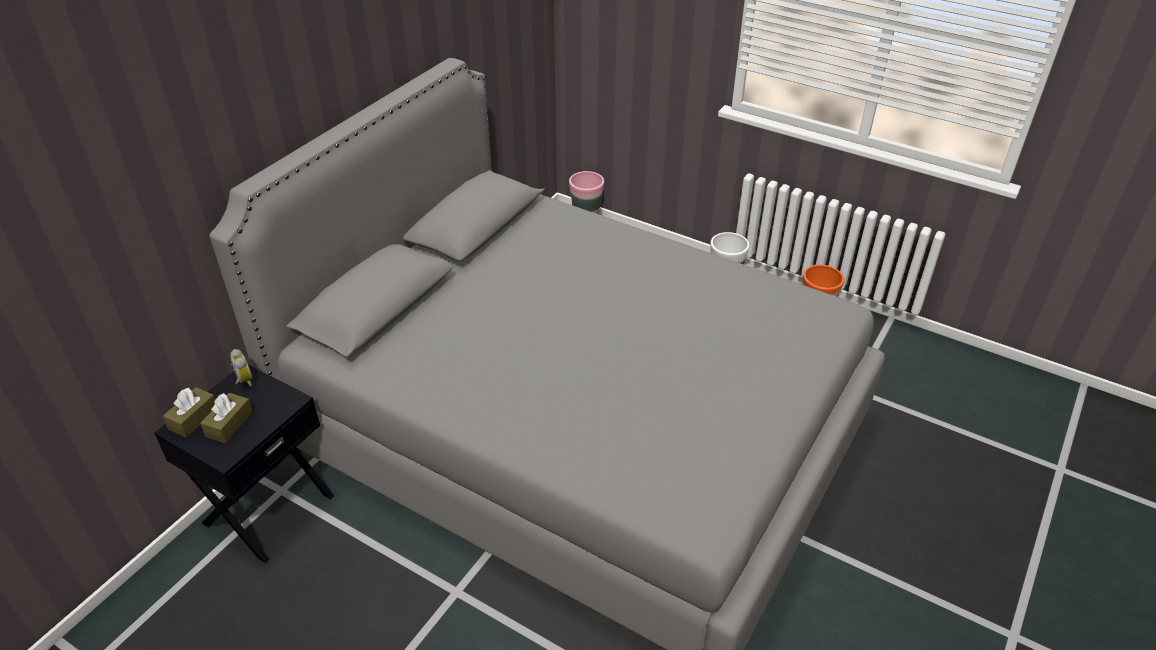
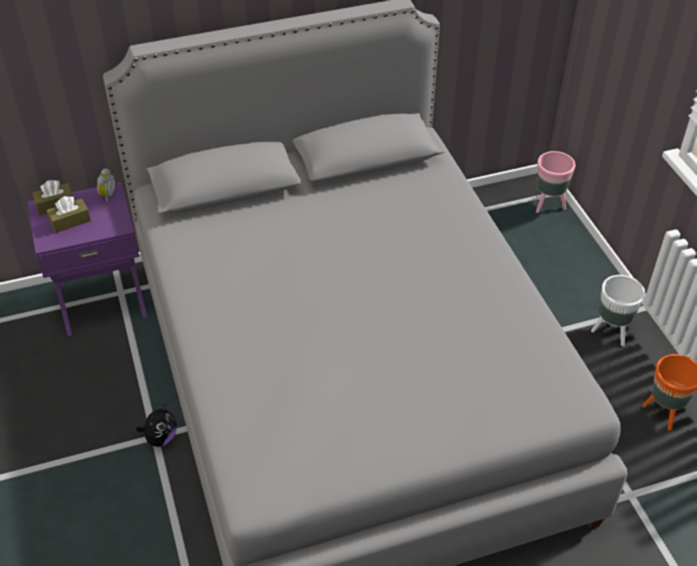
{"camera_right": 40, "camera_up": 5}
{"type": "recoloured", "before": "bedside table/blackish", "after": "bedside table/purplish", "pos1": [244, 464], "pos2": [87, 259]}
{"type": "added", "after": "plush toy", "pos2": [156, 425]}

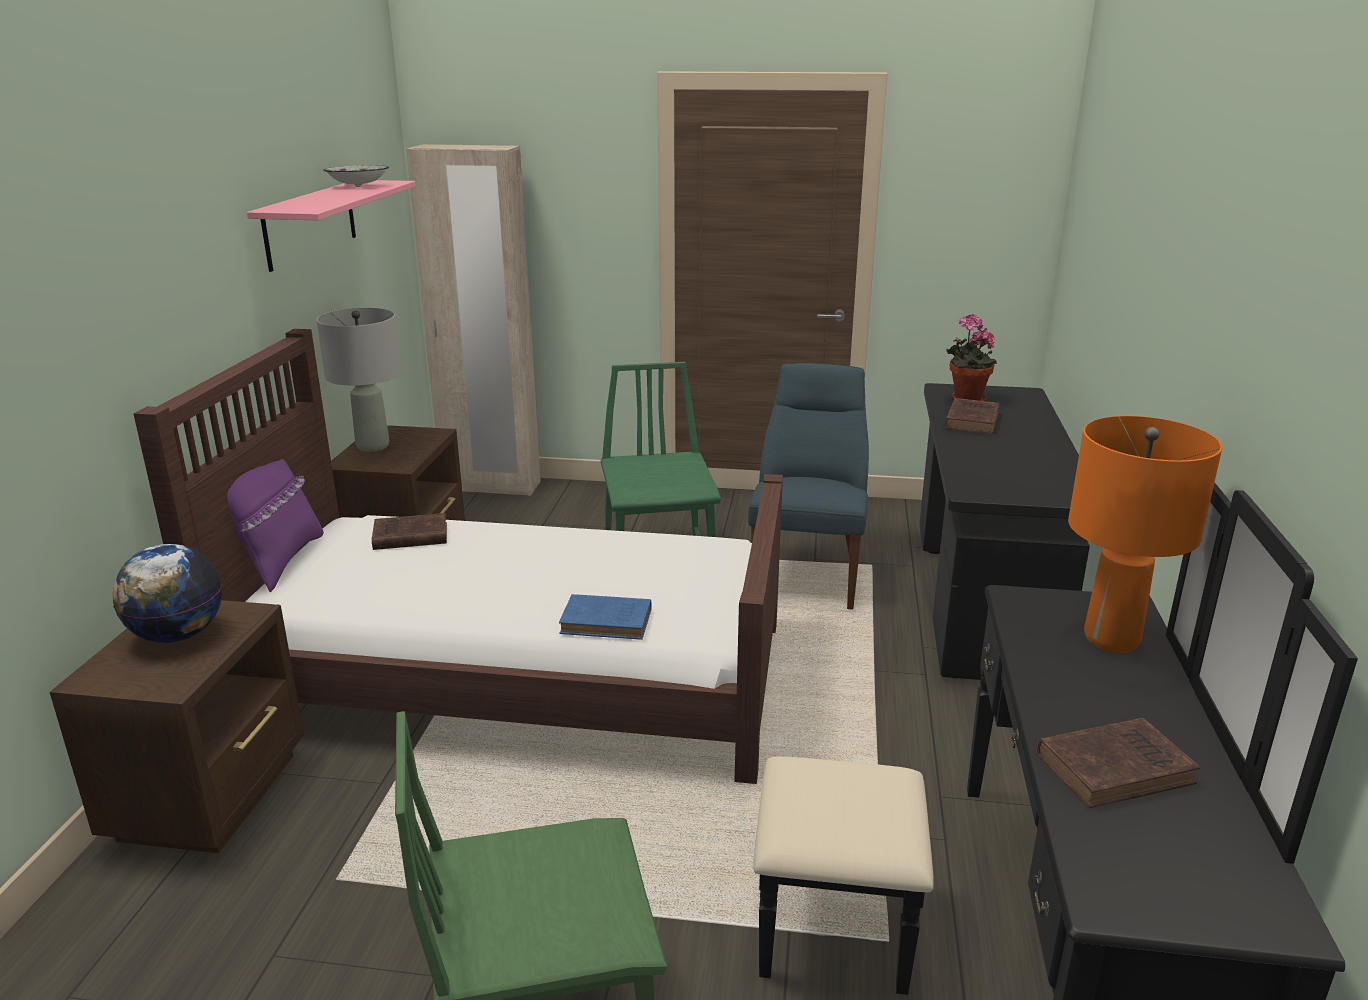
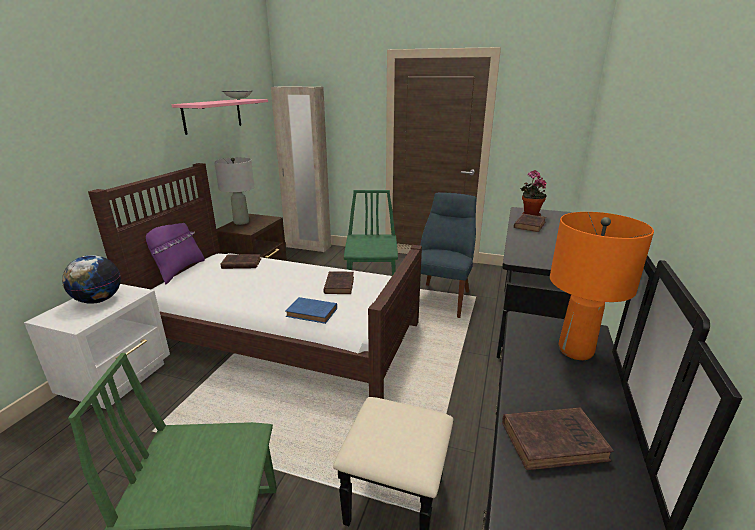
{"camera_right": 10, "camera_up": 0}
{"type": "recoloured", "before": "bedside table/brown", "after": "bedside table/white-coloured", "pos1": [177, 726], "pos2": [97, 346]}
{"type": "added", "after": "bound book/brown", "pos2": [338, 282]}

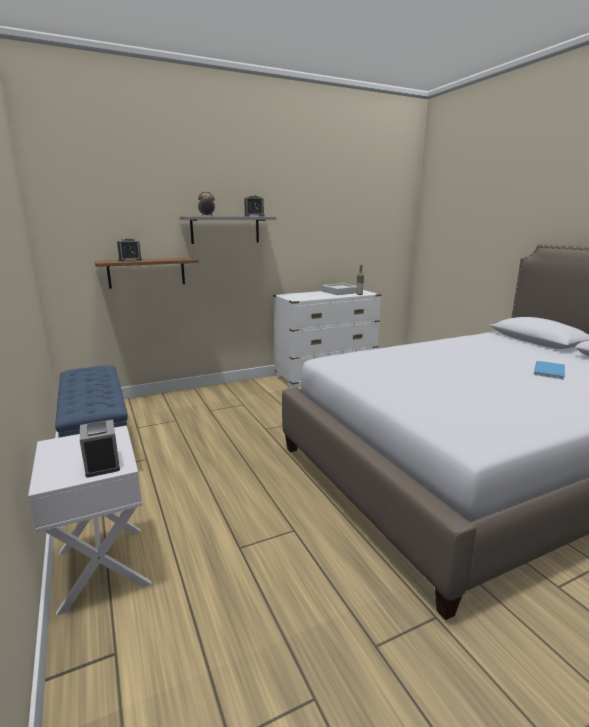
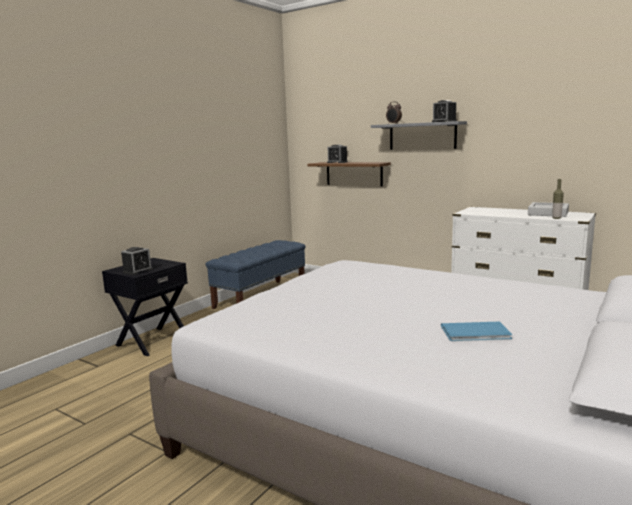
{"camera_right": 60, "camera_up": -5}
{"type": "recoloured", "before": "bedside table/white-coloured", "after": "bedside table/blackish", "pos1": [90, 520], "pos2": [145, 307]}

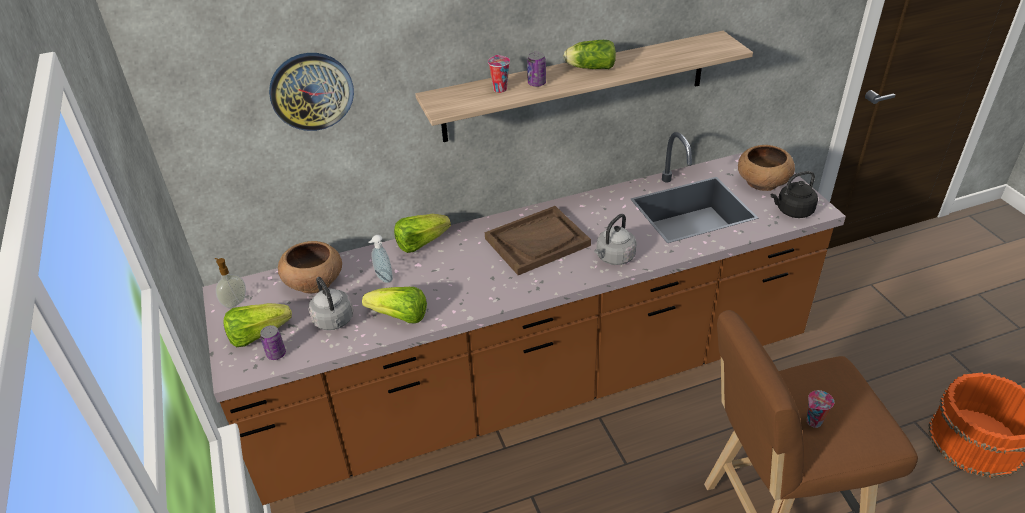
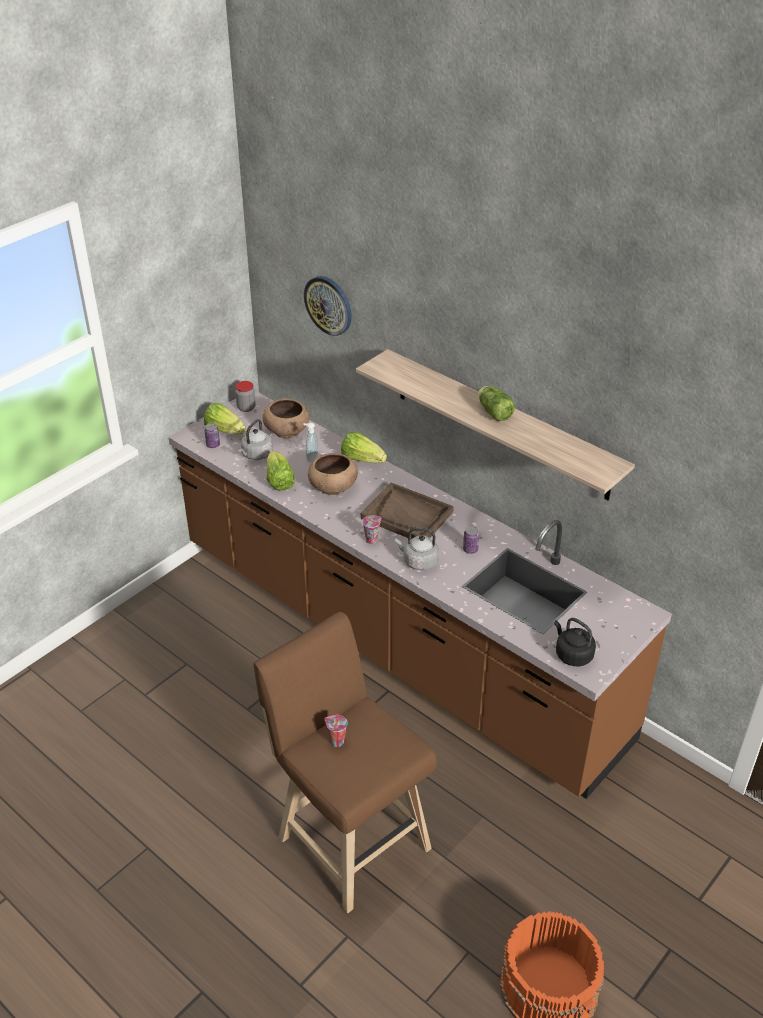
{"camera_right": 60, "camera_up": 0}
{"type": "replaced", "before": "liquid soap bottle", "after": "storage jar", "pos1": [230, 283], "pos2": [245, 396]}
{"type": "moved", "before": "bowl/brown", "pos1": [766, 168], "pos2": [333, 474]}
{"type": "moved", "before": "cup", "pos1": [499, 74], "pos2": [371, 529]}
{"type": "moved", "before": "sealed can", "pos1": [536, 69], "pos2": [471, 540]}

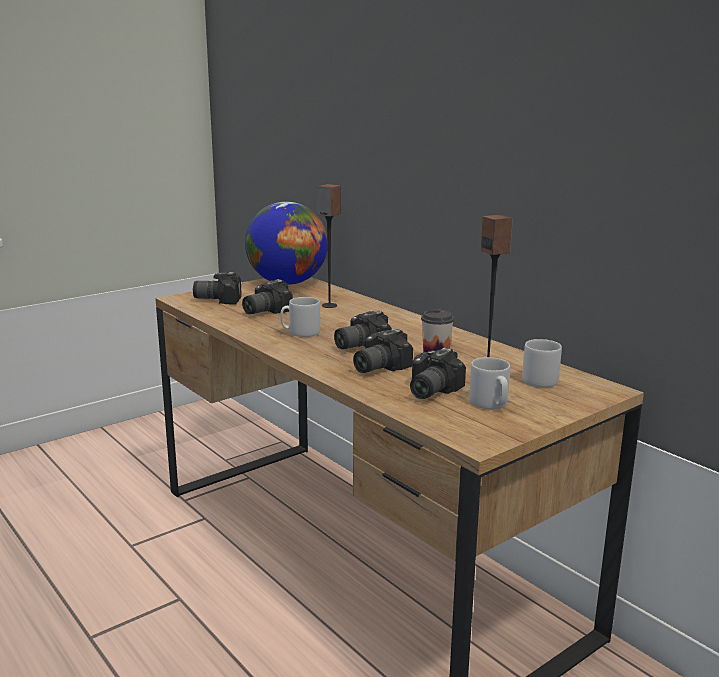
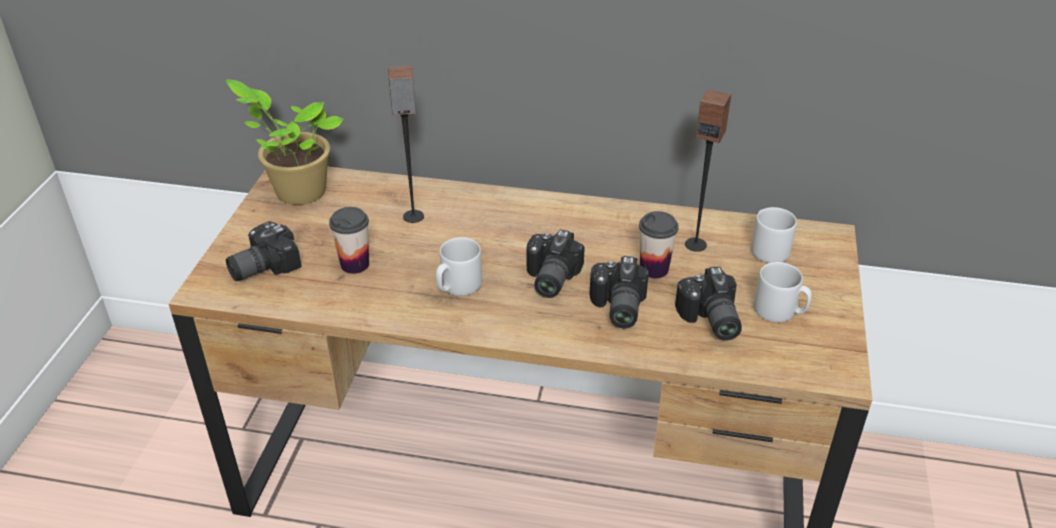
{"camera_right": -40, "camera_up": 20}
{"type": "replaced", "before": "globe", "after": "houseplant", "pos1": [286, 243], "pos2": [285, 142]}
{"type": "replaced", "before": "photo camera", "after": "cup", "pos1": [267, 296], "pos2": [349, 240]}

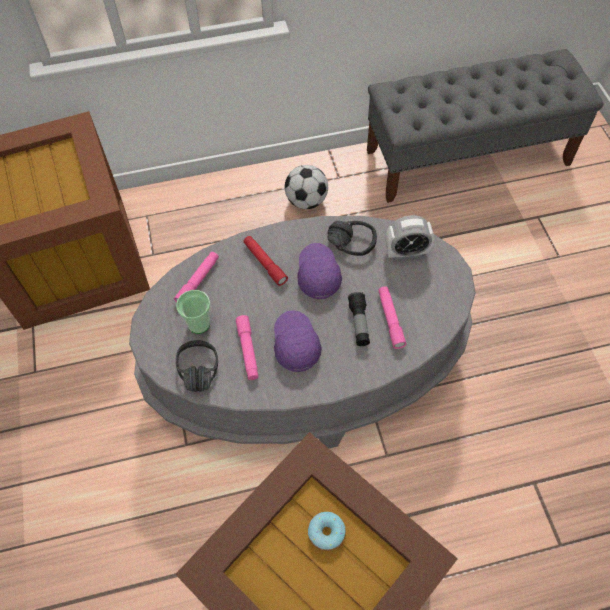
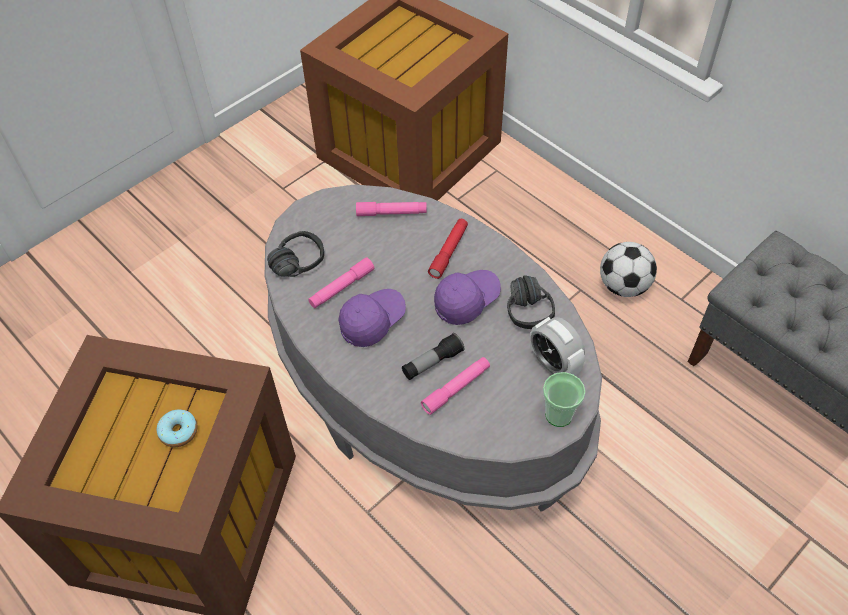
{"camera_right": 60, "camera_up": -5}
{"type": "moved", "before": "cup", "pos1": [193, 312], "pos2": [564, 399]}

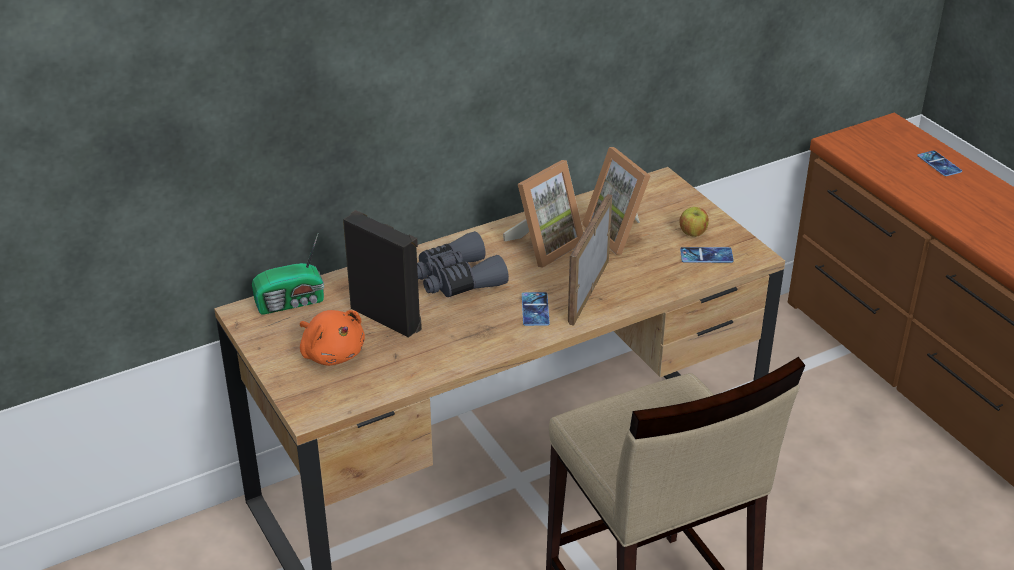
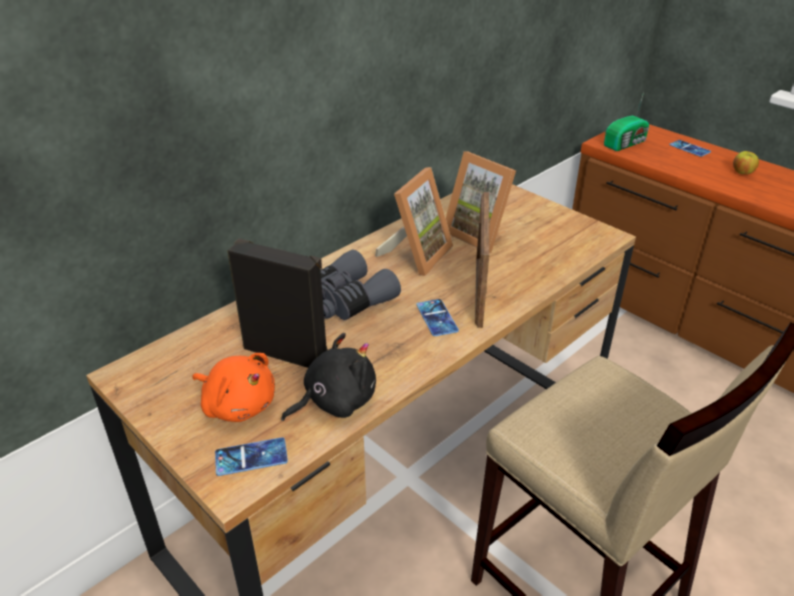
{"camera_right": -15, "camera_up": 0}
{"type": "moved", "before": "handset", "pos1": [707, 255], "pos2": [251, 456]}
{"type": "added", "after": "plush toy/blackish", "pos2": [328, 377]}
{"type": "moved", "before": "radio", "pos1": [288, 274], "pos2": [626, 121]}
{"type": "moved", "before": "whole apple", "pos1": [694, 222], "pos2": [746, 162]}

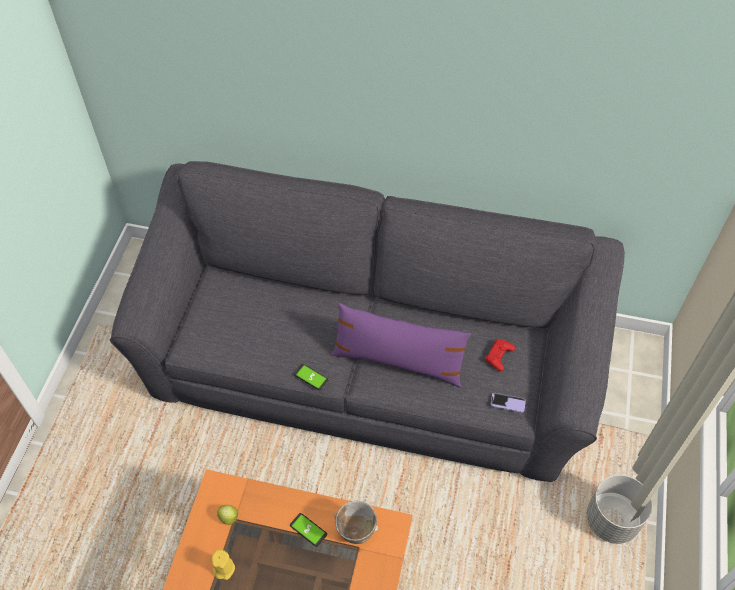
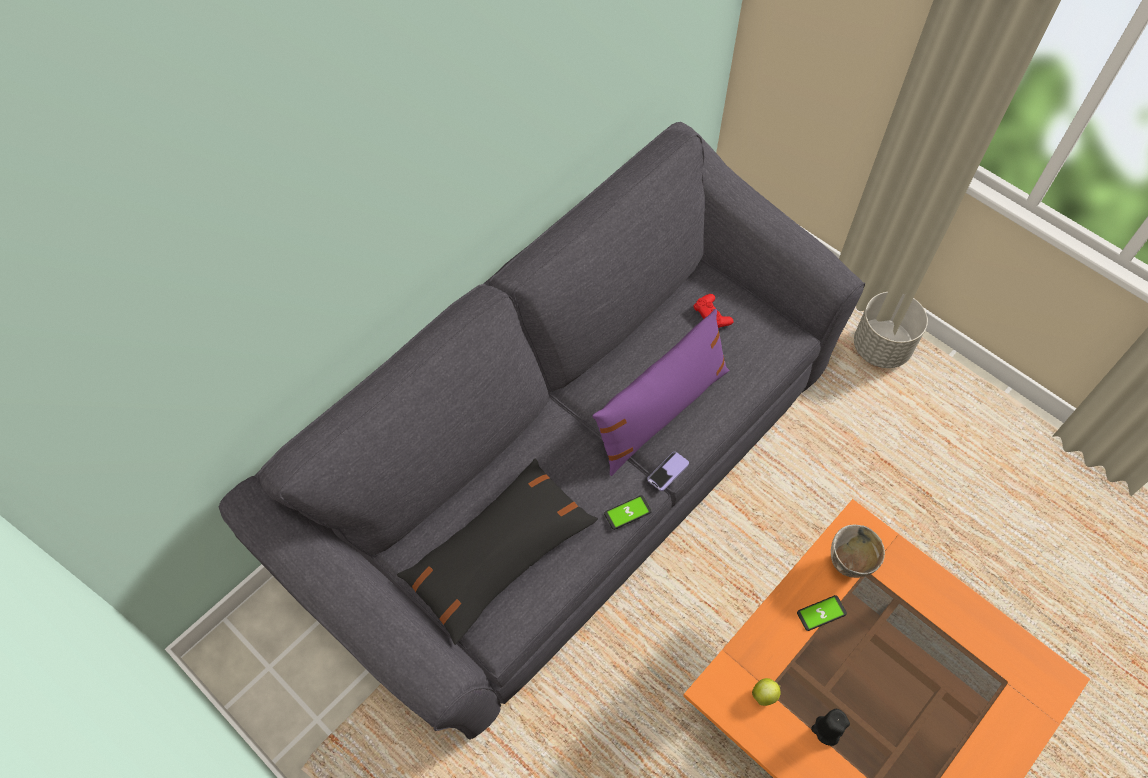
{"camera_right": -60, "camera_up": 5}
{"type": "added", "after": "throw pillow/blackish", "pos2": [497, 551]}
{"type": "moved", "before": "handset", "pos1": [508, 403], "pos2": [668, 471]}
{"type": "recoloured", "before": "wax candle/yellow-coloured", "after": "wax candle/blackish", "pos1": [223, 565], "pos2": [830, 727]}

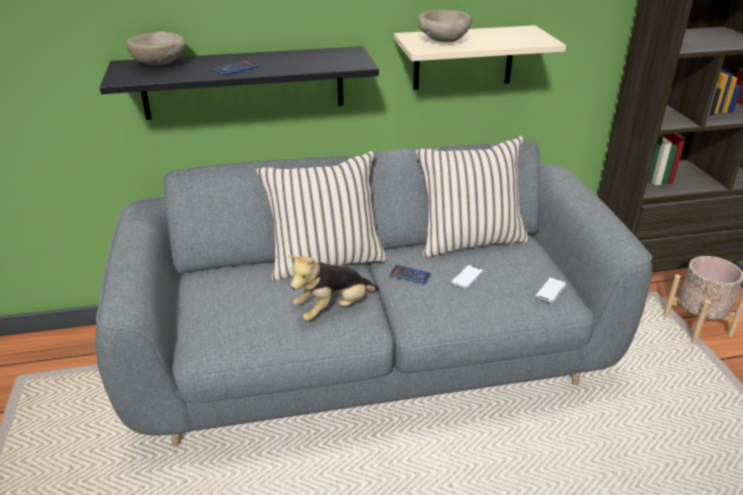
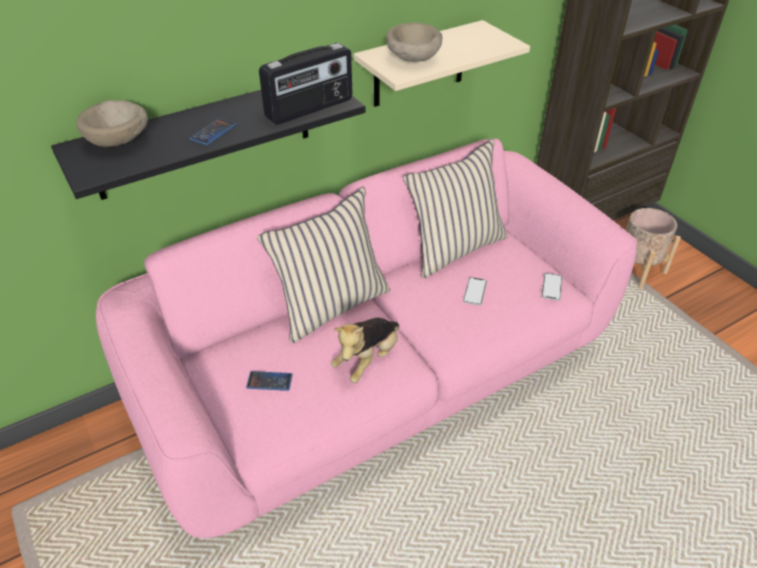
{"camera_right": -20, "camera_up": 10}
{"type": "recoloured", "before": "settee/grey", "after": "settee/pinkish", "pos1": [373, 294], "pos2": [366, 338]}
{"type": "moved", "before": "handset", "pos1": [410, 274], "pos2": [269, 381]}
{"type": "added", "after": "radio", "pos2": [305, 84]}

